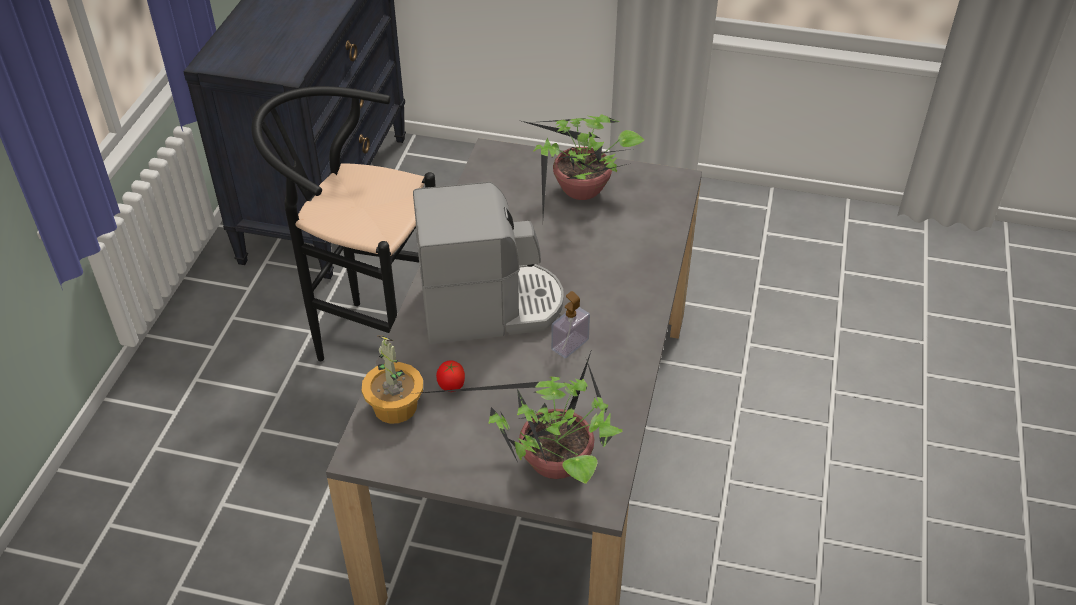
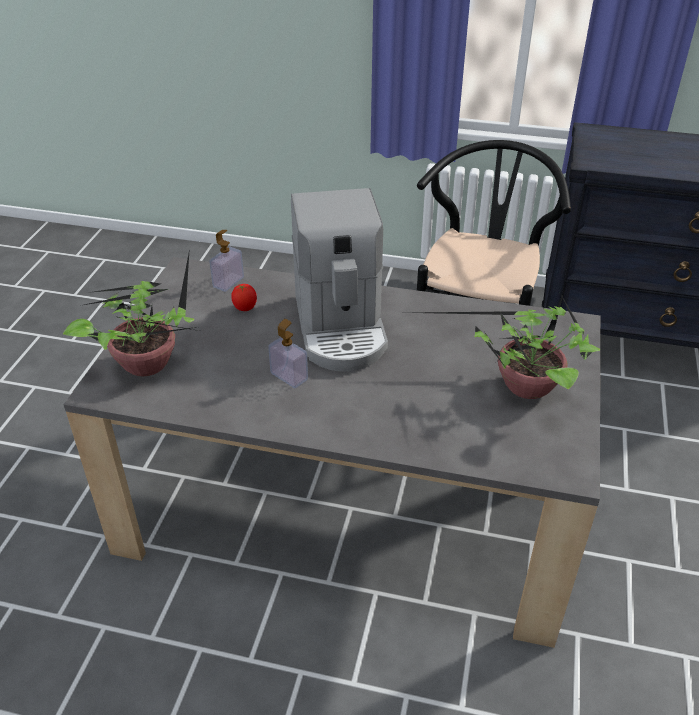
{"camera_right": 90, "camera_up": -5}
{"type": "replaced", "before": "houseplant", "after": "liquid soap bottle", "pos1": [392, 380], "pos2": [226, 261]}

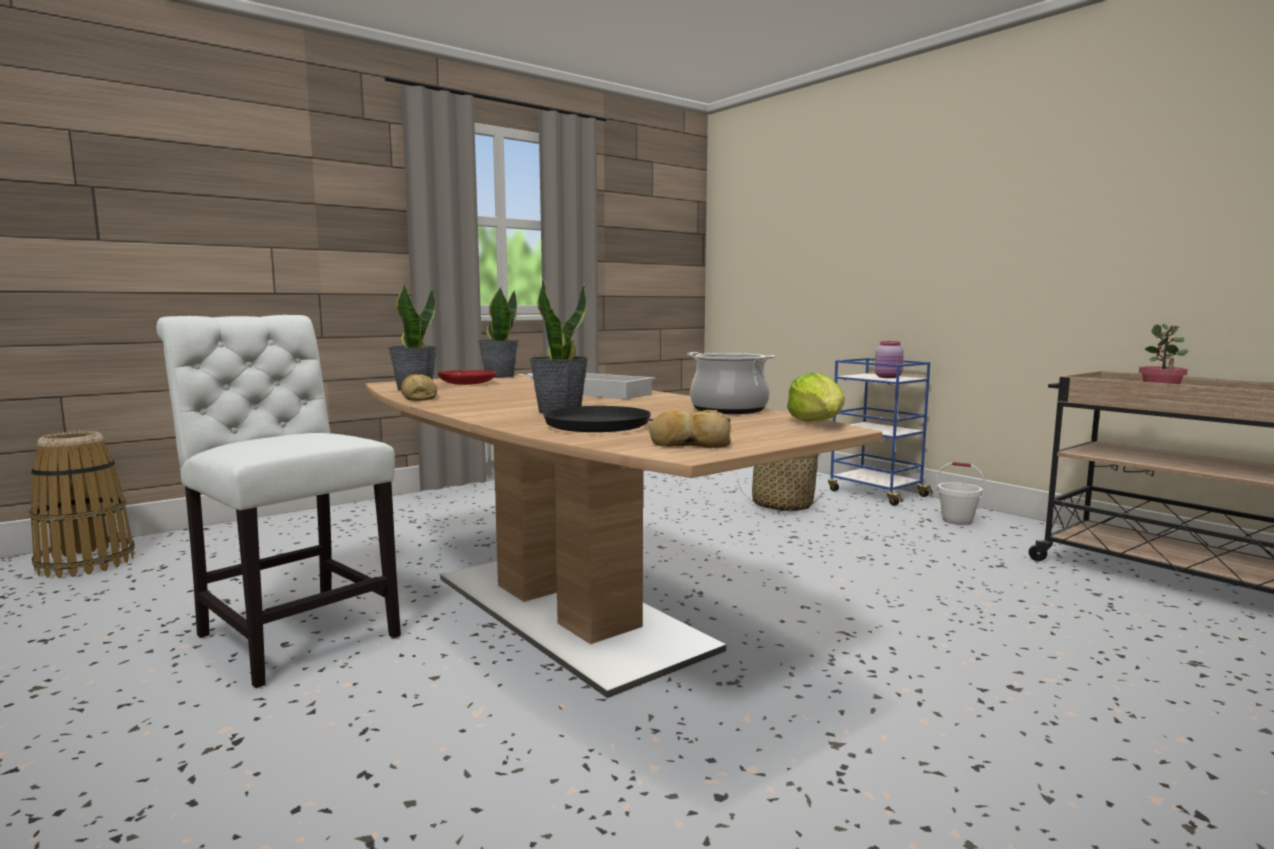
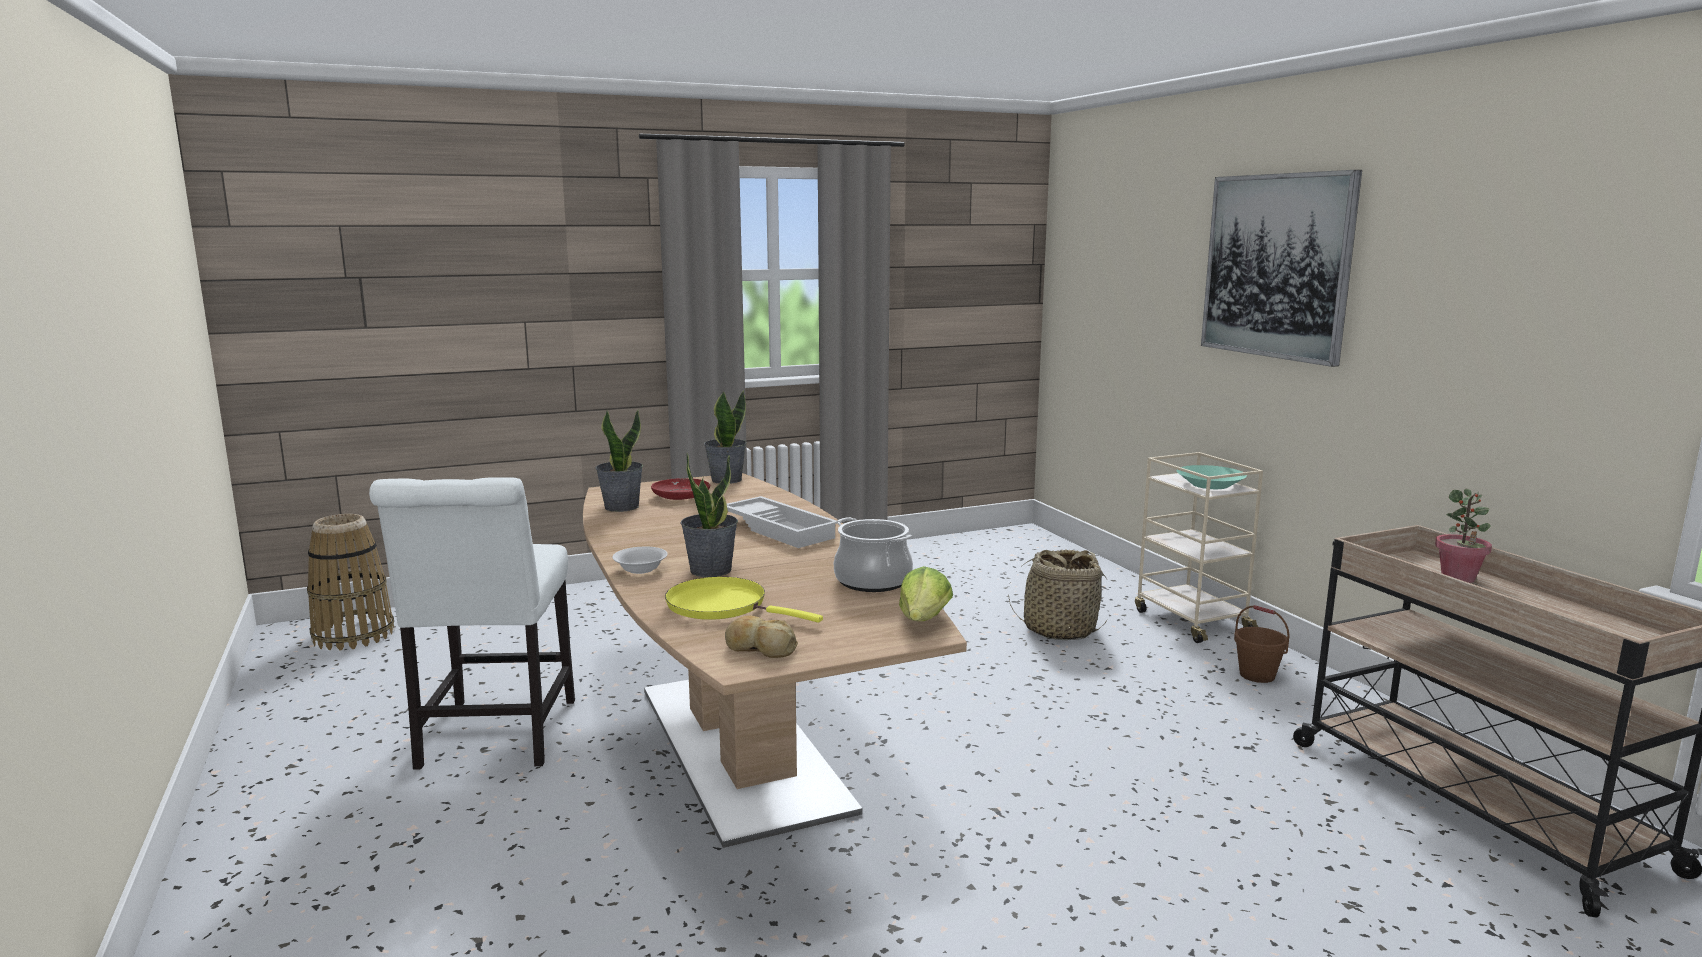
{"camera_right": 15, "camera_up": 5}
{"type": "turned", "before": "plain chair/white-coloured", "pos1": [278, 501], "pos2": [472, 623], "turn": -150}
{"type": "added", "after": "bowl/white-coloured", "pos2": [640, 560]}
{"type": "recoloured", "before": "pan/blackish", "after": "pan/yellow-coloured", "pos1": [636, 419], "pos2": [744, 600]}
{"type": "recoloured", "before": "trolley/blue", "after": "trolley/sand-coloured", "pos1": [880, 432], "pos2": [1199, 547]}
{"type": "replaced", "before": "storage jar/pinkish", "after": "bowl/turquoise-coloured", "pos1": [889, 359], "pos2": [1211, 477]}
{"type": "added", "after": "wall art", "pos2": [1281, 268]}
{"type": "recoloured", "before": "pail/white-coloured", "after": "pail/brown", "pos1": [960, 493], "pos2": [1262, 644]}
{"type": "removed", "before": "bakery bread", "pos1": [419, 387]}

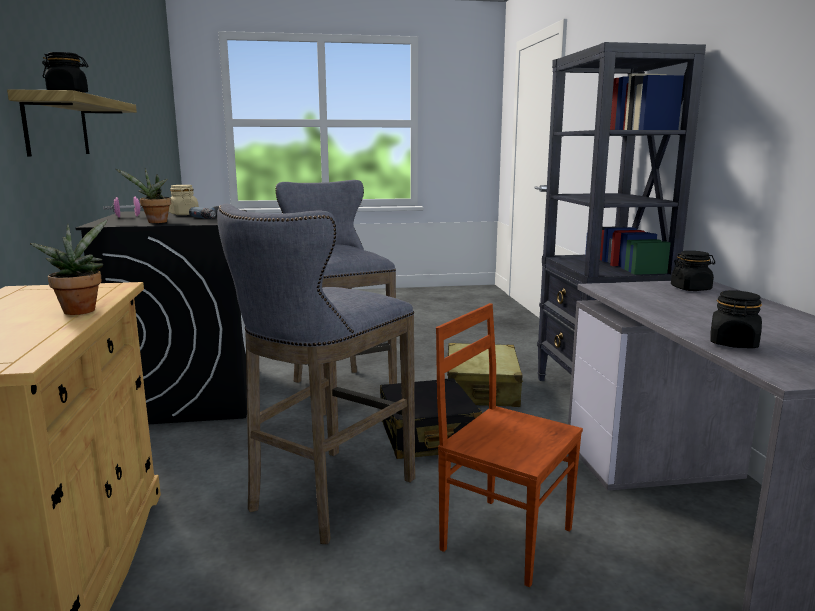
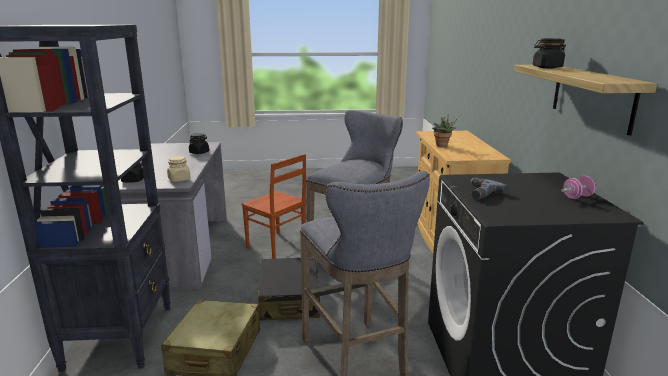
{"camera_right": -175, "camera_up": 5}
{"type": "moved", "before": "storage jar/sand-coloured", "pos1": [184, 200], "pos2": [179, 169]}
{"type": "removed", "before": "houseplant", "pos1": [143, 195]}

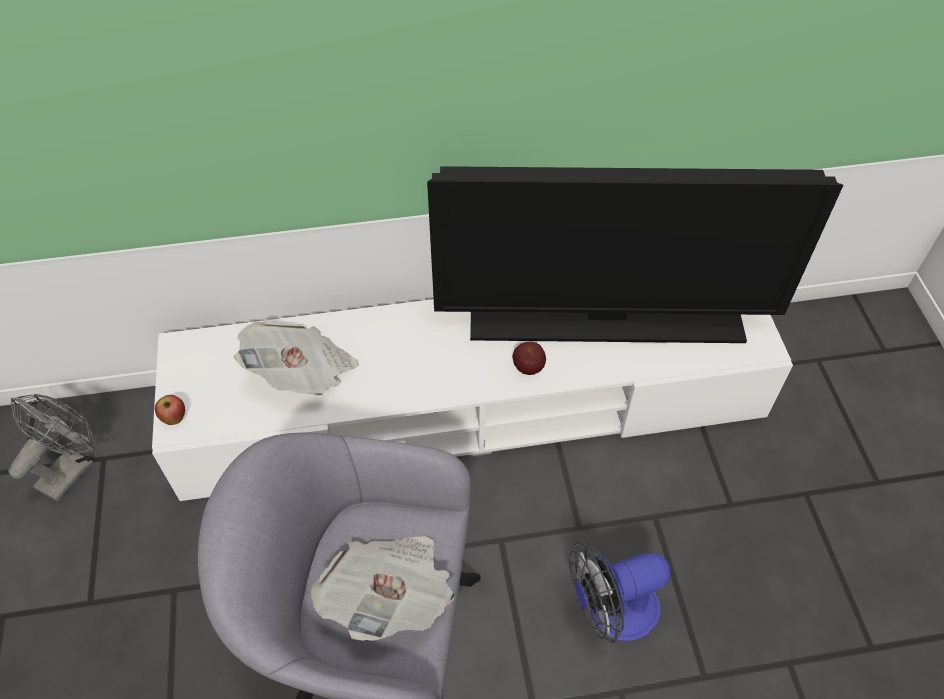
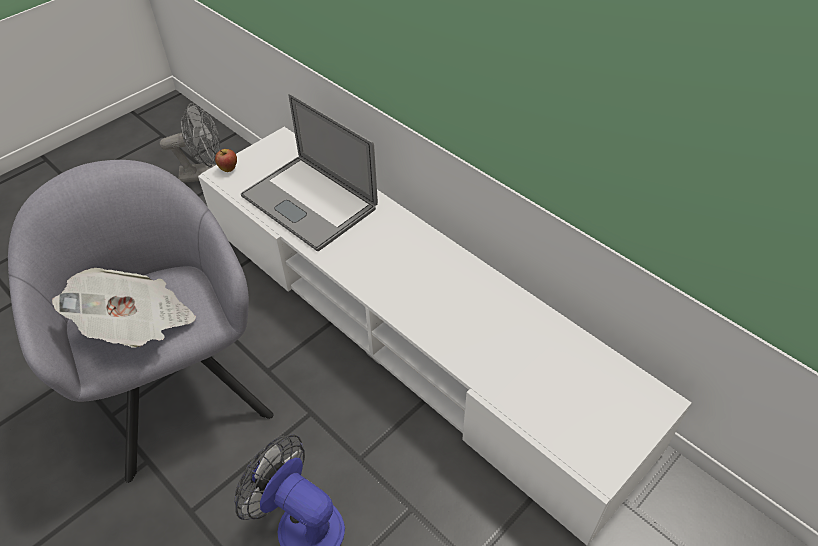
{"camera_right": 55, "camera_up": -5}
{"type": "replaced", "before": "printed paper", "after": "notebook computer", "pos1": [296, 359], "pos2": [309, 172]}
{"type": "removed", "before": "TV set", "pos1": [635, 254]}
{"type": "removed", "before": "whole apple", "pos1": [529, 358]}

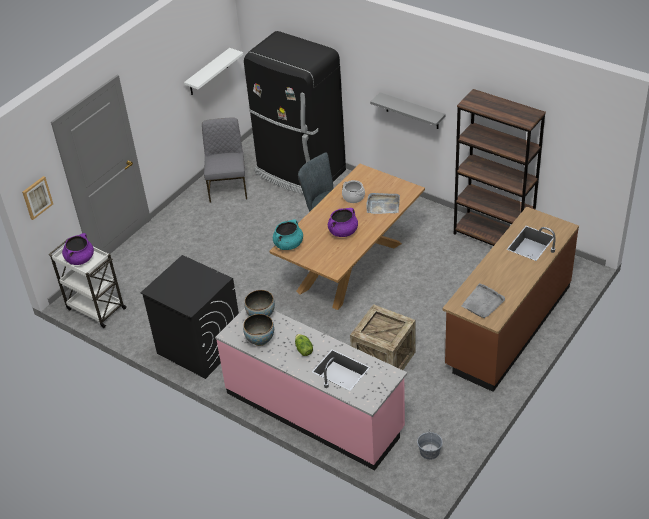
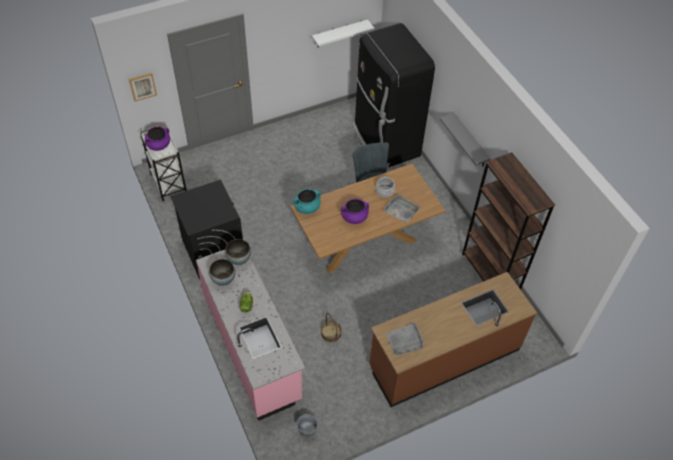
{"camera_right": 25, "camera_up": 10}
{"type": "replaced", "before": "packing crate", "after": "household basket", "pos1": [382, 337], "pos2": [331, 327]}
{"type": "removed", "before": "plain chair/grey", "pos1": [224, 160]}

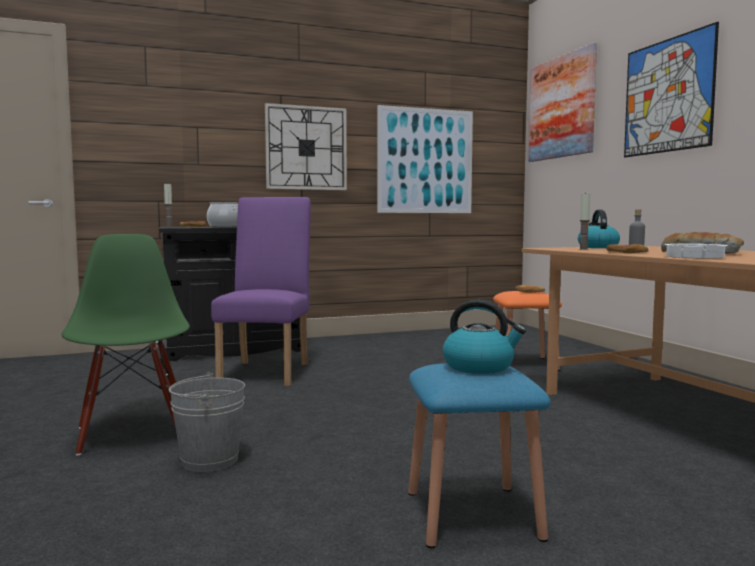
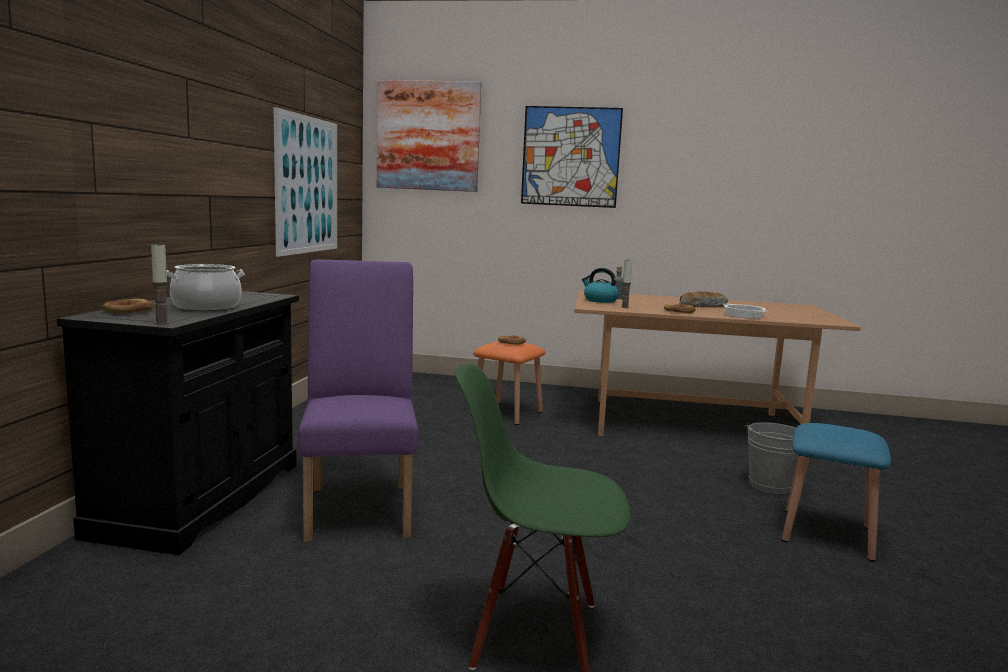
{"camera_right": -60, "camera_up": 5}
{"type": "turned", "before": "plain chair/purplish", "pos1": [261, 291], "pos2": [358, 401], "turn": 45}
{"type": "moved", "before": "pail/grey", "pos1": [207, 422], "pos2": [771, 458]}
{"type": "removed", "before": "clock on the wall", "pos1": [306, 146]}
{"type": "removed", "before": "kettle", "pos1": [484, 337]}

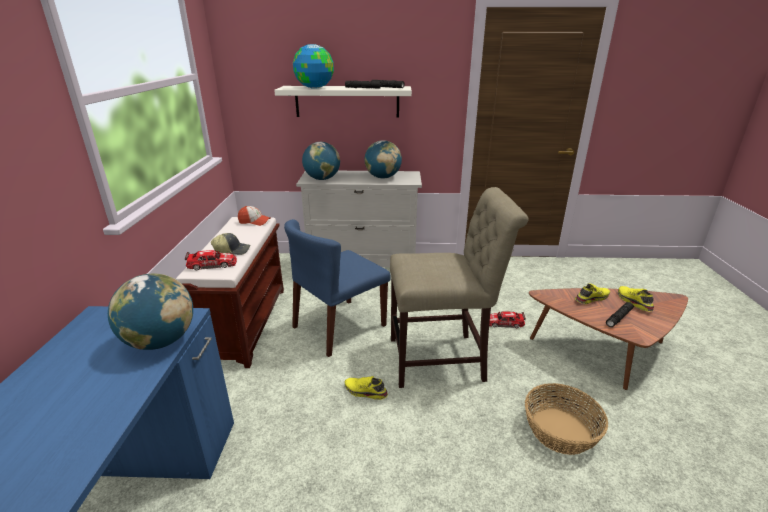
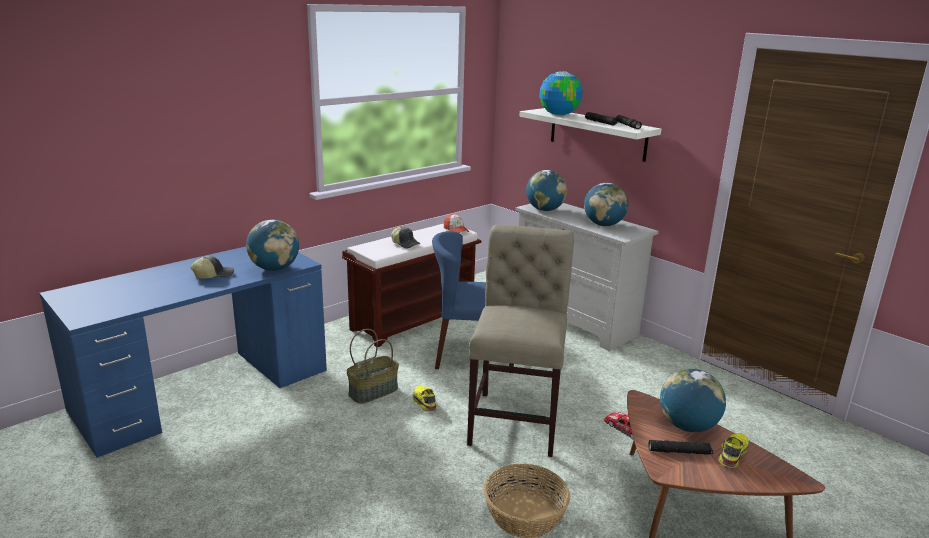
{"camera_right": 45, "camera_up": -5}
{"type": "added", "after": "cap", "pos2": [212, 267]}
{"type": "added", "after": "household basket", "pos2": [373, 366]}
{"type": "turned", "before": "plain chair/sand-coloured", "pos1": [459, 287], "pos2": [520, 341], "turn": -120}
{"type": "replaced", "before": "shoe/yellow-coloured", "after": "globe", "pos1": [592, 293], "pos2": [693, 400]}
{"type": "removed", "before": "miniature car", "pos1": [211, 260]}

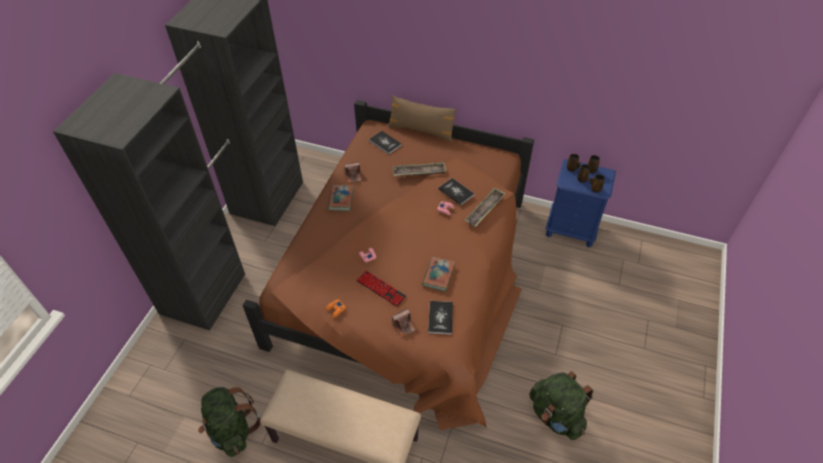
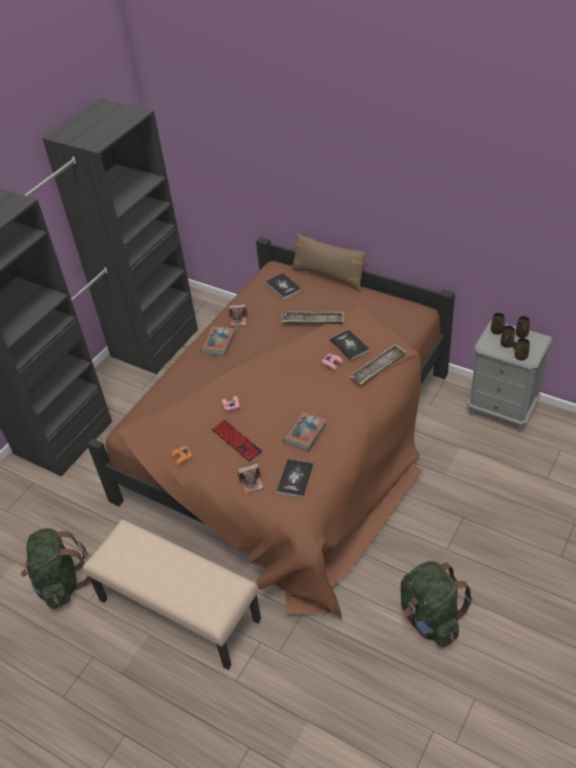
{"camera_right": 15, "camera_up": -5}
{"type": "recoloured", "before": "bedside table/blue", "after": "bedside table/grey", "pos1": [581, 203], "pos2": [509, 376]}

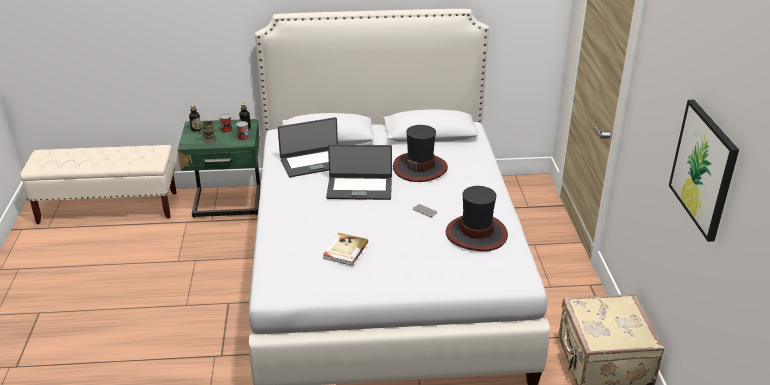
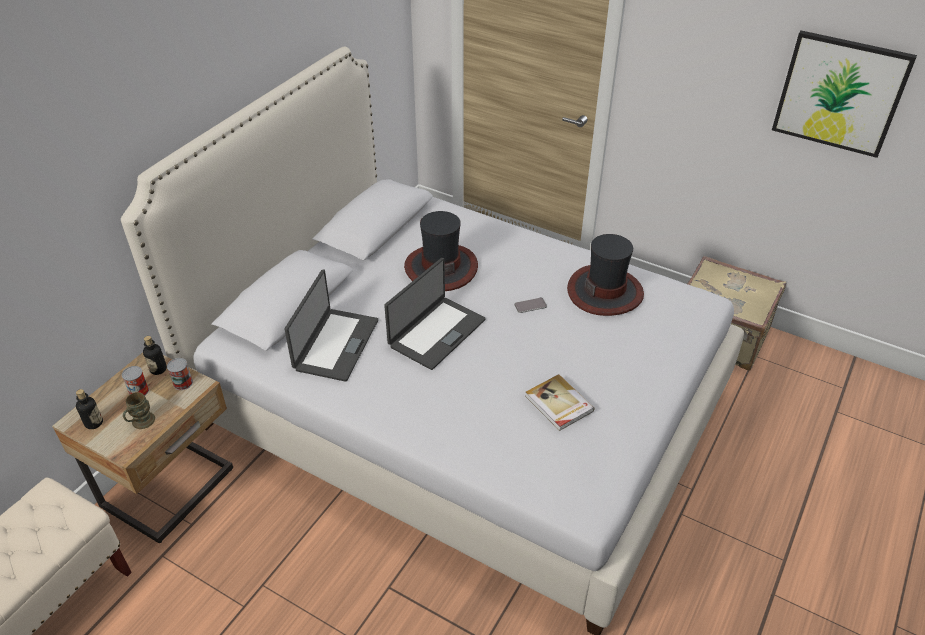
{"camera_right": -55, "camera_up": 10}
{"type": "recoloured", "before": "bedside table/green-coloured", "after": "bedside table/sand-coloured", "pos1": [219, 168], "pos2": [142, 448]}

